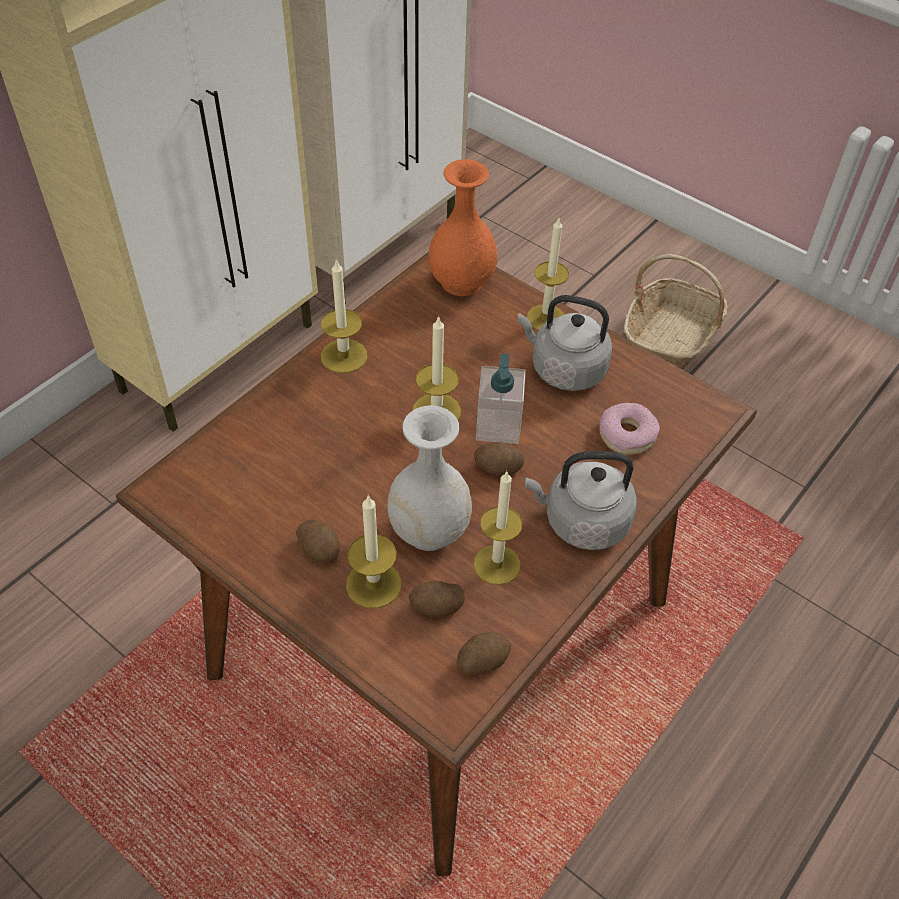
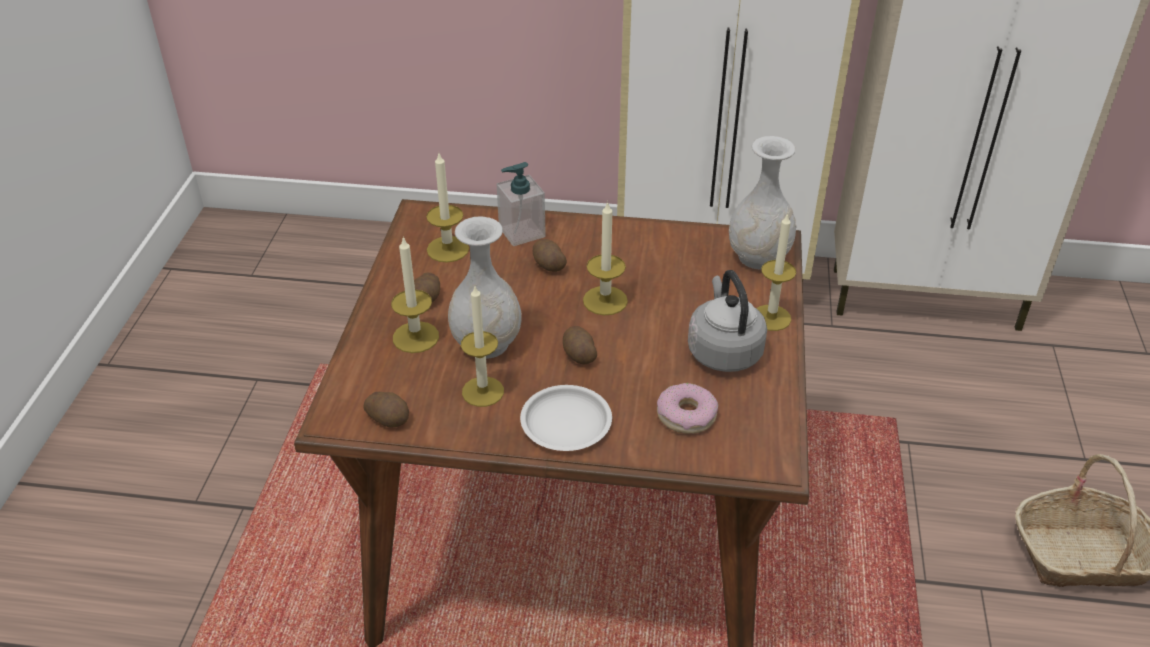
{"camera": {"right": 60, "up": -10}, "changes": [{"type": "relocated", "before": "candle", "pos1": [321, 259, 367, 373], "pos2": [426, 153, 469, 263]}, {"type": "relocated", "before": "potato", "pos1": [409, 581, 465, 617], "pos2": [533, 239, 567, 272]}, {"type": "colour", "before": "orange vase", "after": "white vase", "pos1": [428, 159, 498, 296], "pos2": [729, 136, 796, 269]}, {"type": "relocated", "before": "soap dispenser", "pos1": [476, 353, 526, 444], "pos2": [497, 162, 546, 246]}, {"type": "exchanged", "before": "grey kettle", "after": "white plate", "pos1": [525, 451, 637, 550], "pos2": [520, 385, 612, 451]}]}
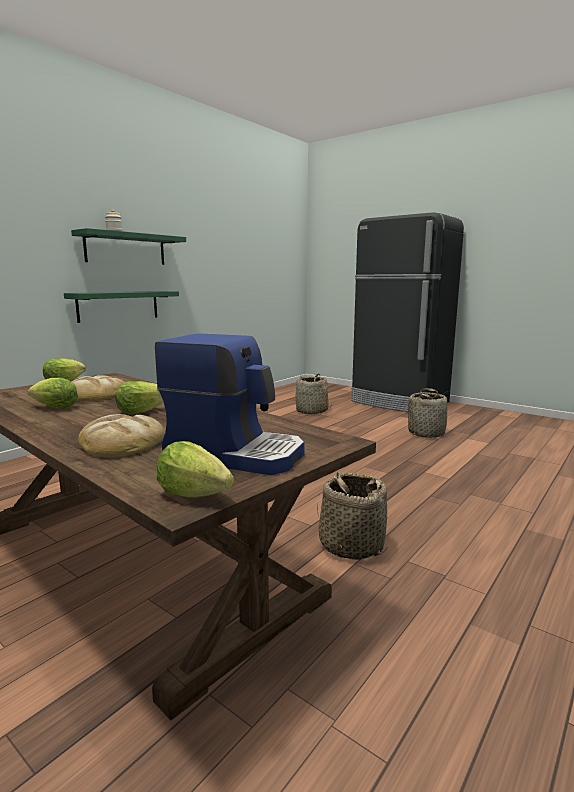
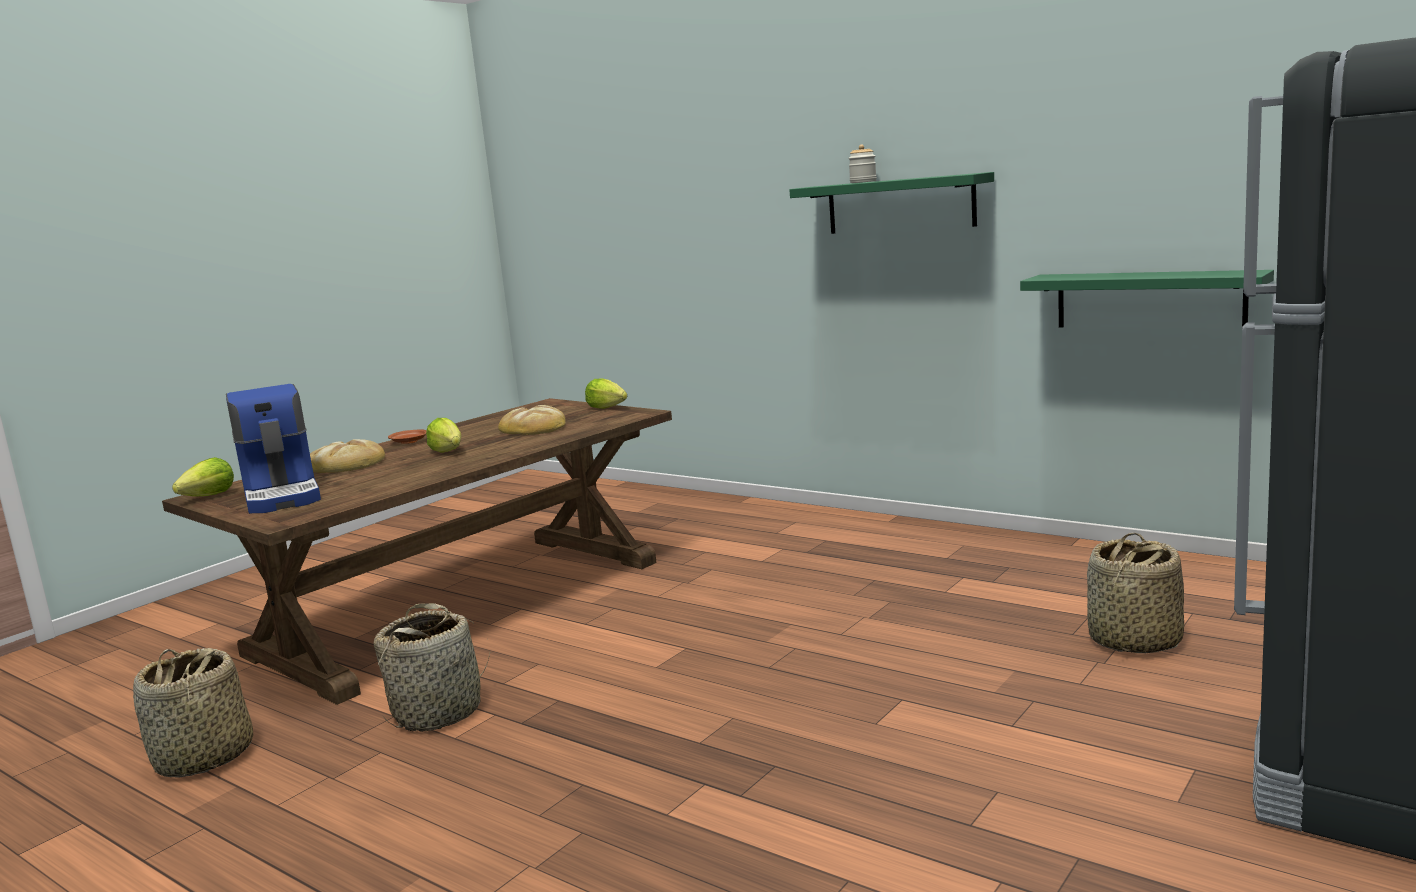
{"camera": {"right": 90, "up": 0}, "changes": [{"type": "missing", "before": "lettuce", "pos1": [28, 378, 78, 409]}, {"type": "relocated", "before": "green shelf", "pos1": [64, 291, 179, 323], "pos2": [1020, 270, 1274, 328]}, {"type": "spun", "before": "coffee machine", "pos1": [155, 333, 305, 475], "pos2": [226, 384, 321, 513], "turn": -45}, {"type": "relocated", "before": "basket", "pos1": [408, 388, 448, 438], "pos2": [133, 648, 253, 777]}, {"type": "appeared", "after": "brown plate", "pos2": [388, 429, 426, 444]}]}
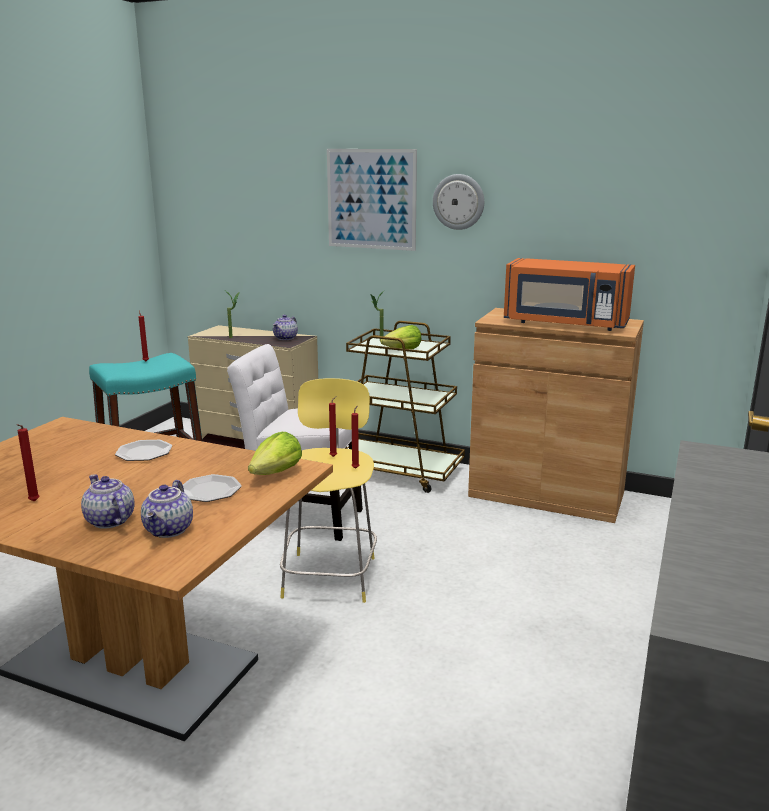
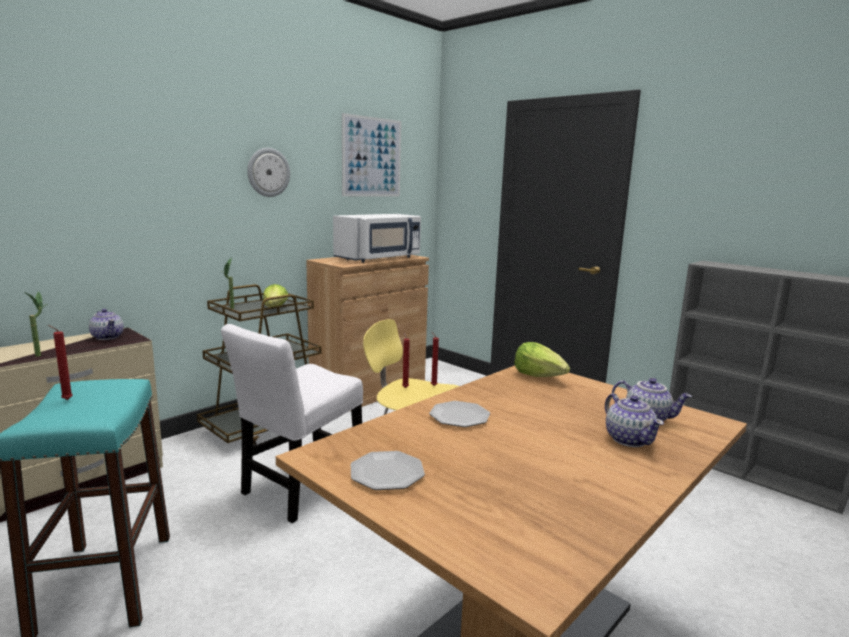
{"camera": {"right": -70, "up": -5}, "changes": [{"type": "missing", "before": "red candle", "pos1": [17, 424, 40, 502]}, {"type": "spun", "before": "teapot", "pos1": [81, 474, 135, 529], "pos2": [605, 393, 664, 447], "turn": -90}, {"type": "relocated", "before": "plate", "pos1": [183, 474, 242, 502], "pos2": [351, 451, 425, 490]}, {"type": "relocated", "before": "picture", "pos1": [327, 149, 417, 251], "pos2": [342, 113, 401, 196]}, {"type": "colour", "before": "orange microwave", "after": "white microwave", "pos1": [504, 258, 635, 331], "pos2": [333, 214, 421, 263]}]}
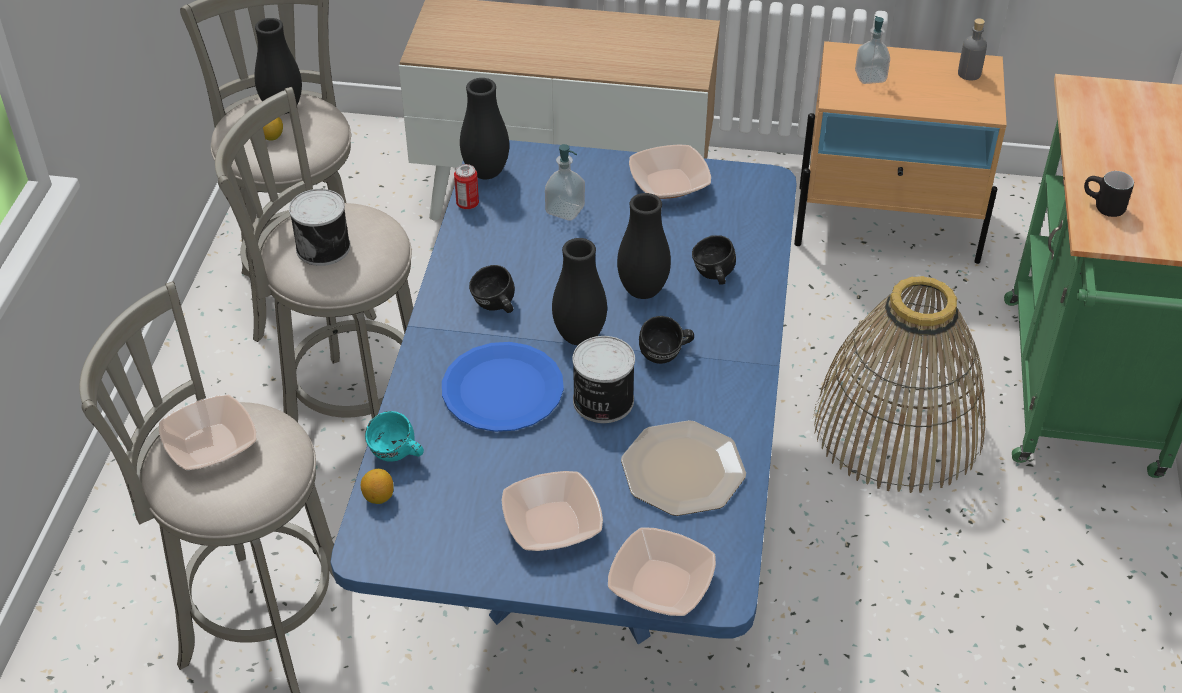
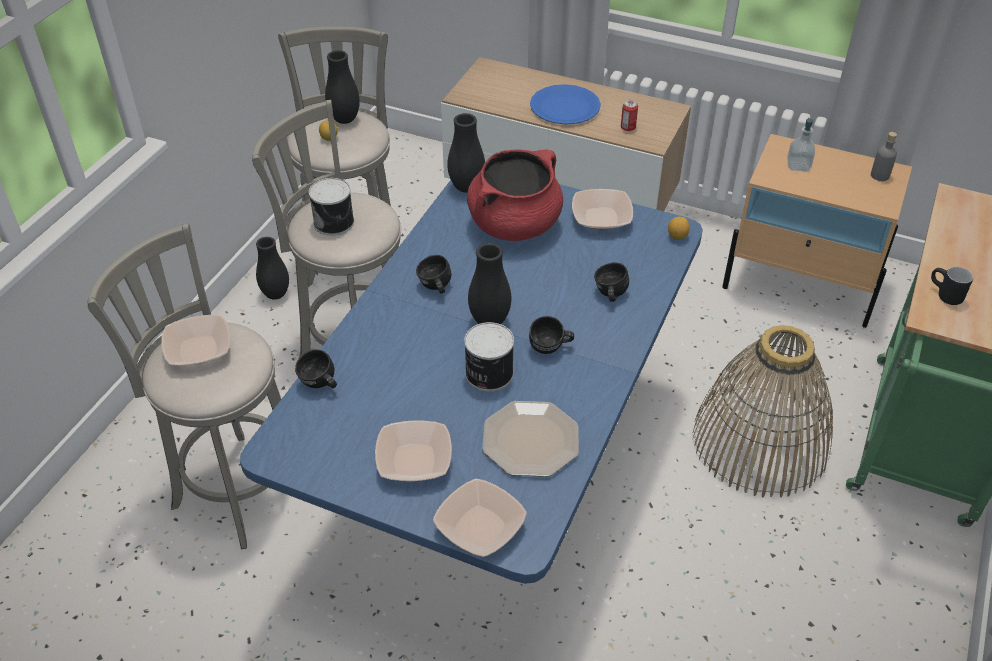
{"camera": {"right": 15, "up": 0}, "changes": [{"type": "relocated", "before": "lemon", "pos1": [361, 469, 394, 504], "pos2": [668, 217, 690, 240]}, {"type": "colour", "before": "turquoise mug", "after": "black mug", "pos1": [365, 411, 424, 462], "pos2": [295, 349, 337, 388]}, {"type": "relocated", "before": "blue plate", "pos1": [442, 342, 564, 432], "pos2": [530, 84, 601, 124]}, {"type": "relocated", "before": "can", "pos1": [454, 164, 479, 209], "pos2": [621, 100, 638, 131]}, {"type": "exchanged", "before": "soap dispenser", "after": "red cooking pot", "pos1": [545, 144, 585, 221], "pos2": [467, 149, 563, 241]}, {"type": "relocated", "before": "black vase", "pos1": [617, 193, 671, 299], "pos2": [256, 237, 289, 299]}]}
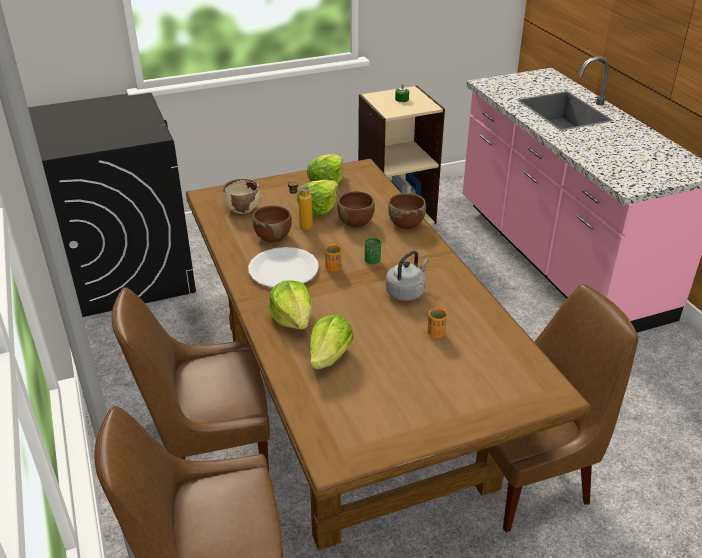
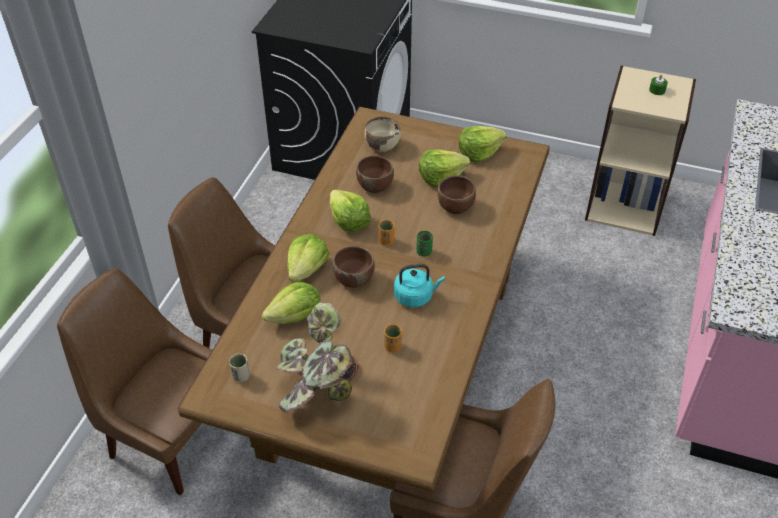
{"camera": {"right": 40, "up": 10}, "changes": [{"type": "exchanged", "before": "white plate", "after": "lettuce", "pos1": [248, 247, 319, 287], "pos2": [330, 189, 371, 232]}, {"type": "missing", "before": "bottle", "pos1": [288, 177, 313, 230]}, {"type": "colour", "before": "grey kettle", "after": "turquoise kettle", "pos1": [385, 250, 428, 301], "pos2": [394, 264, 445, 307]}, {"type": "relocated", "before": "brown bowl", "pos1": [388, 193, 426, 229], "pos2": [333, 246, 375, 288]}, {"type": "appeared", "after": "beige cup", "pos2": [229, 354, 250, 382]}, {"type": "appeared", "after": "potted plant", "pos2": [275, 302, 359, 413]}]}
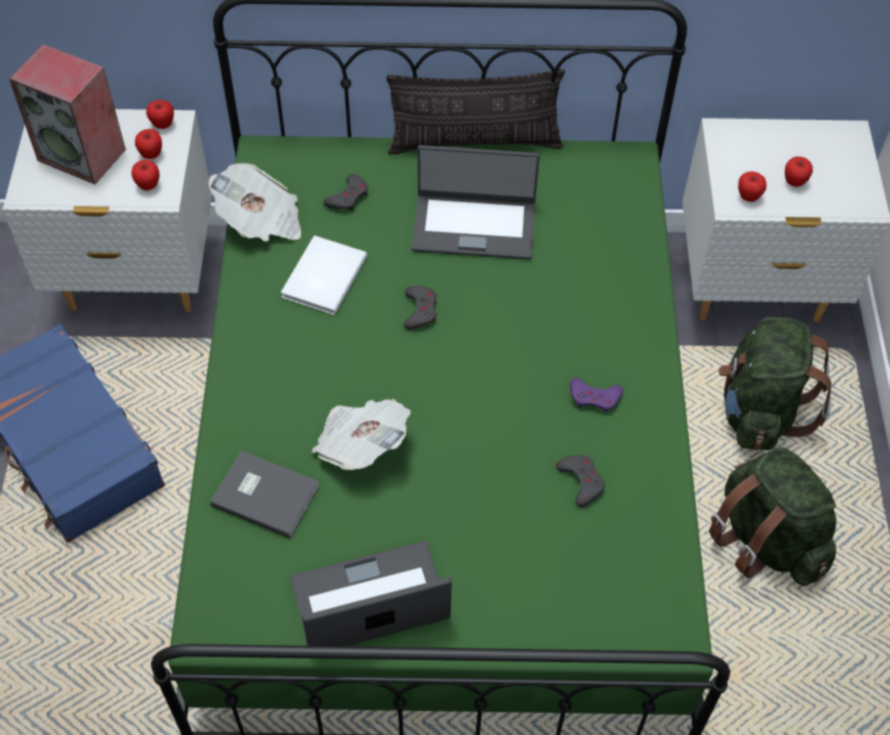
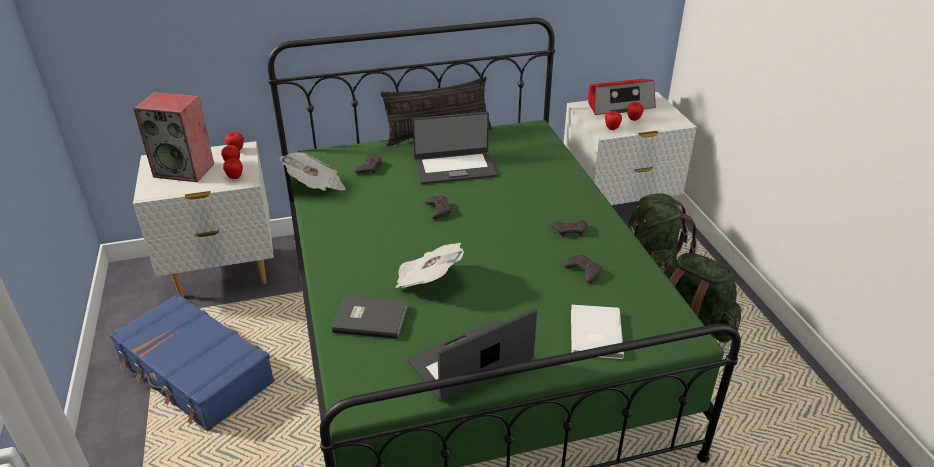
{"camera": {"right": -15, "up": -20}, "changes": [{"type": "relocated", "before": "white book", "pos1": [281, 235, 367, 315], "pos2": [571, 305, 624, 359]}, {"type": "colour", "before": "purple game controller", "after": "grey game controller", "pos1": [570, 378, 623, 413], "pos2": [551, 220, 587, 237]}, {"type": "appeared", "after": "radio", "pos2": [588, 79, 656, 115]}]}
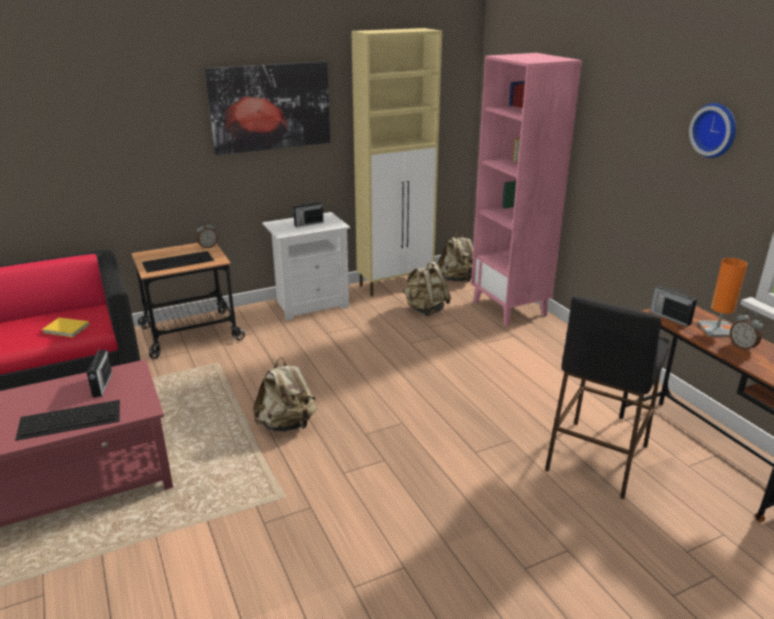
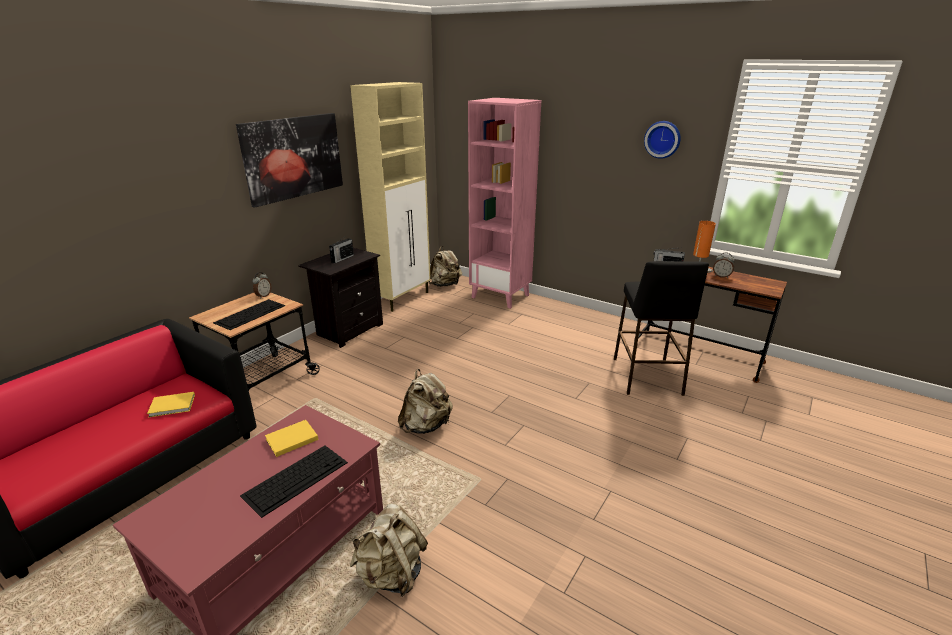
{"camera": {"right": -30, "up": 0}, "changes": [{"type": "exchanged", "before": "radio", "after": "yellow book", "pos1": [87, 349, 112, 397], "pos2": [265, 420, 318, 457]}, {"type": "colour", "before": "white nightstand", "after": "black nightstand", "pos1": [262, 212, 350, 321], "pos2": [298, 248, 383, 348]}, {"type": "relocated", "before": "beige backpack", "pos1": [403, 262, 451, 316], "pos2": [350, 503, 428, 597]}]}
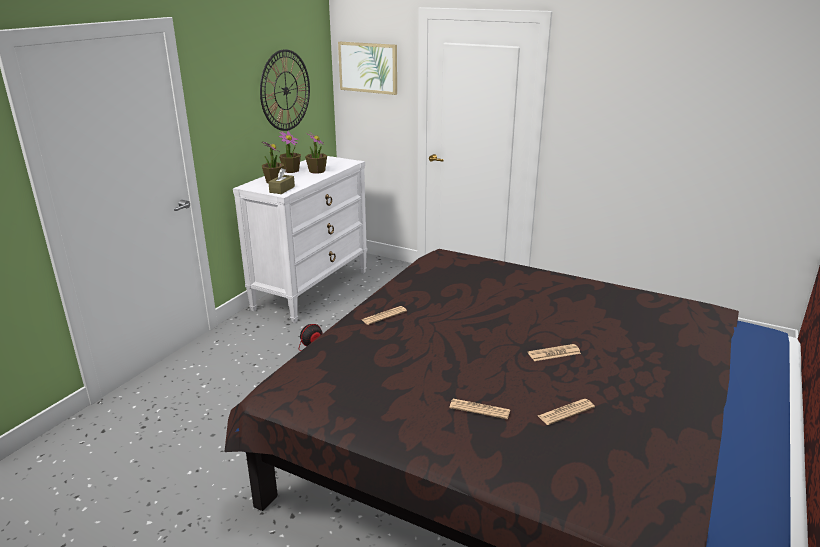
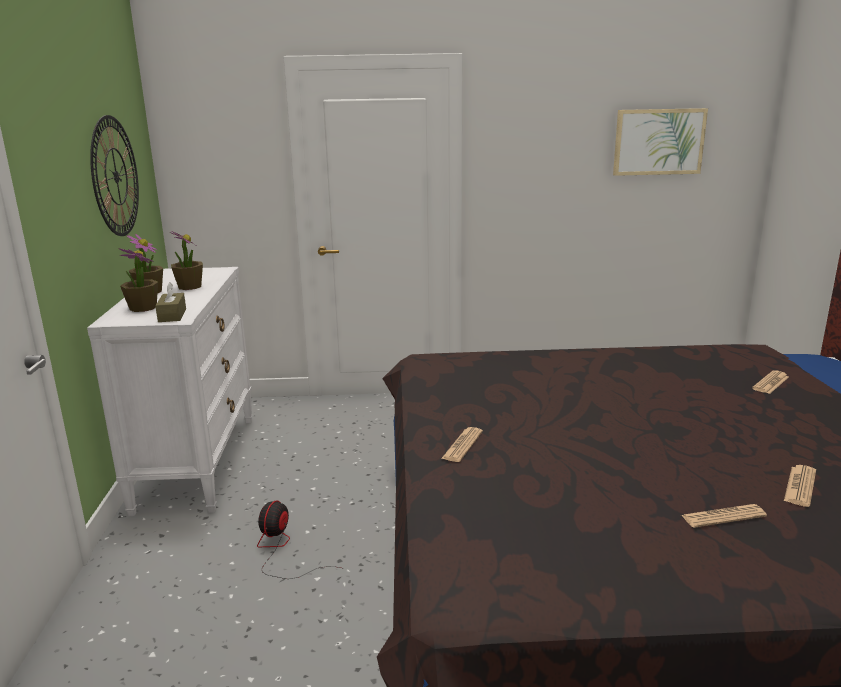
{"camera": {"right": -30, "up": -5}, "changes": [{"type": "relocated", "before": "picture", "pos1": [338, 42, 397, 95], "pos2": [613, 108, 708, 176]}, {"type": "relocated", "before": "newspaper", "pos1": [528, 344, 581, 361], "pos2": [752, 370, 789, 394]}]}
